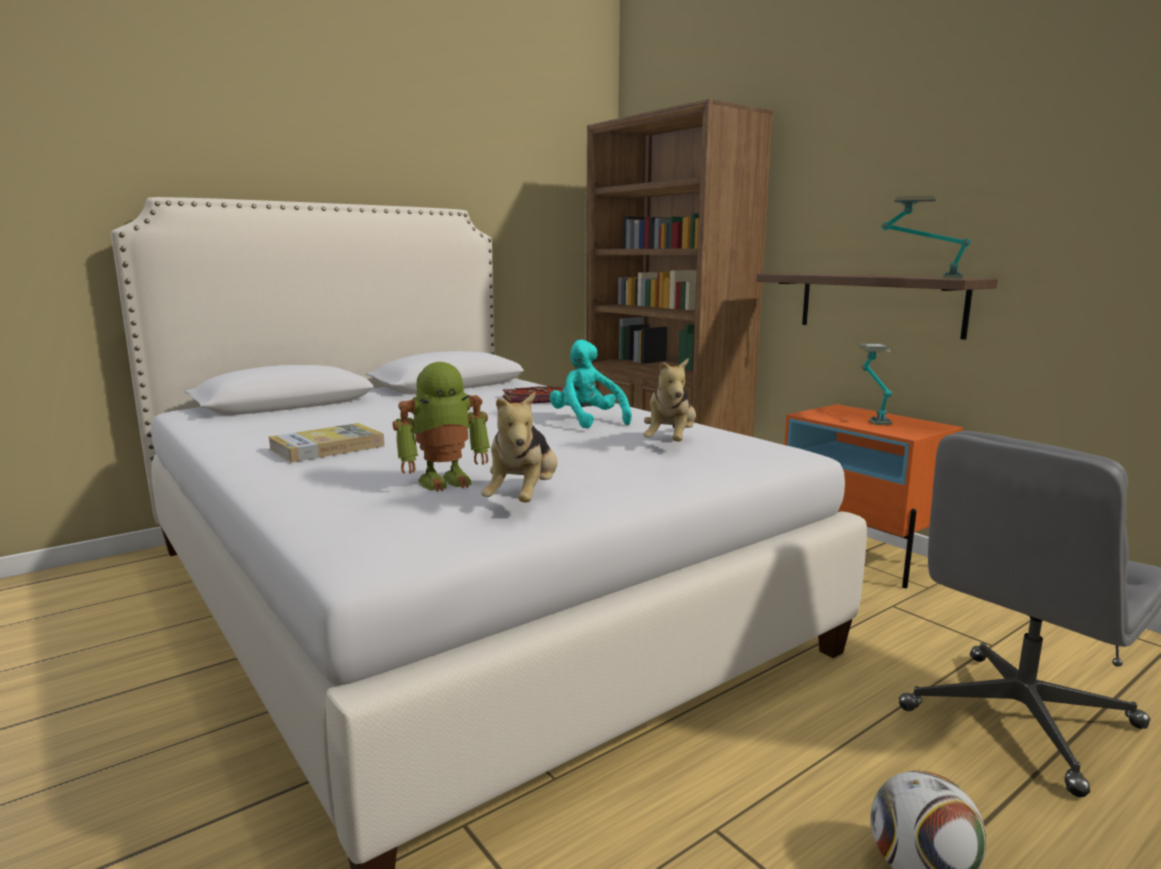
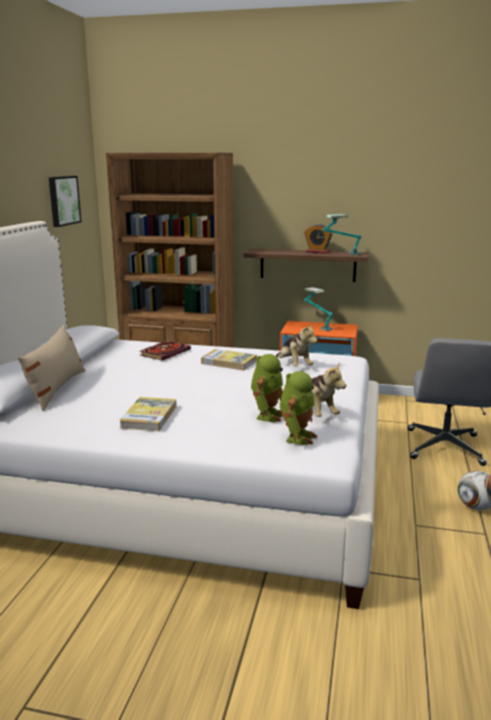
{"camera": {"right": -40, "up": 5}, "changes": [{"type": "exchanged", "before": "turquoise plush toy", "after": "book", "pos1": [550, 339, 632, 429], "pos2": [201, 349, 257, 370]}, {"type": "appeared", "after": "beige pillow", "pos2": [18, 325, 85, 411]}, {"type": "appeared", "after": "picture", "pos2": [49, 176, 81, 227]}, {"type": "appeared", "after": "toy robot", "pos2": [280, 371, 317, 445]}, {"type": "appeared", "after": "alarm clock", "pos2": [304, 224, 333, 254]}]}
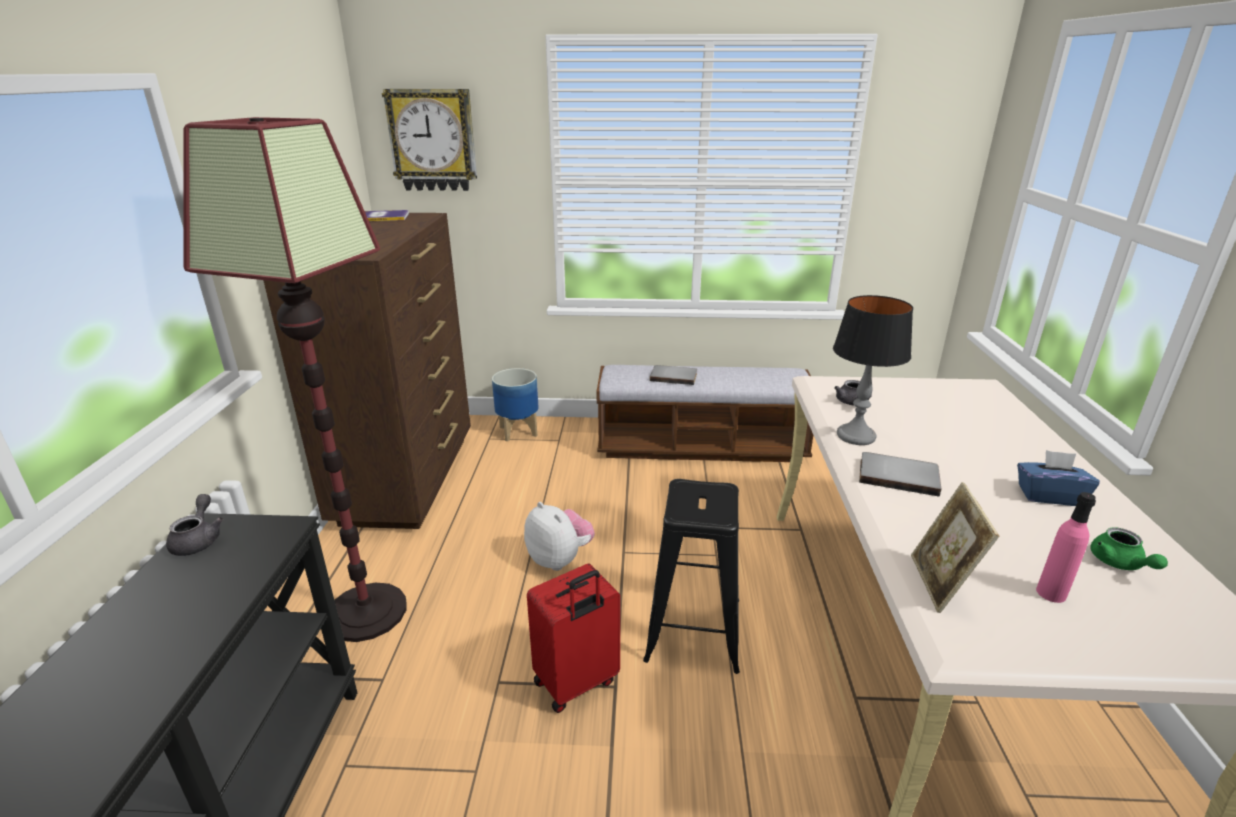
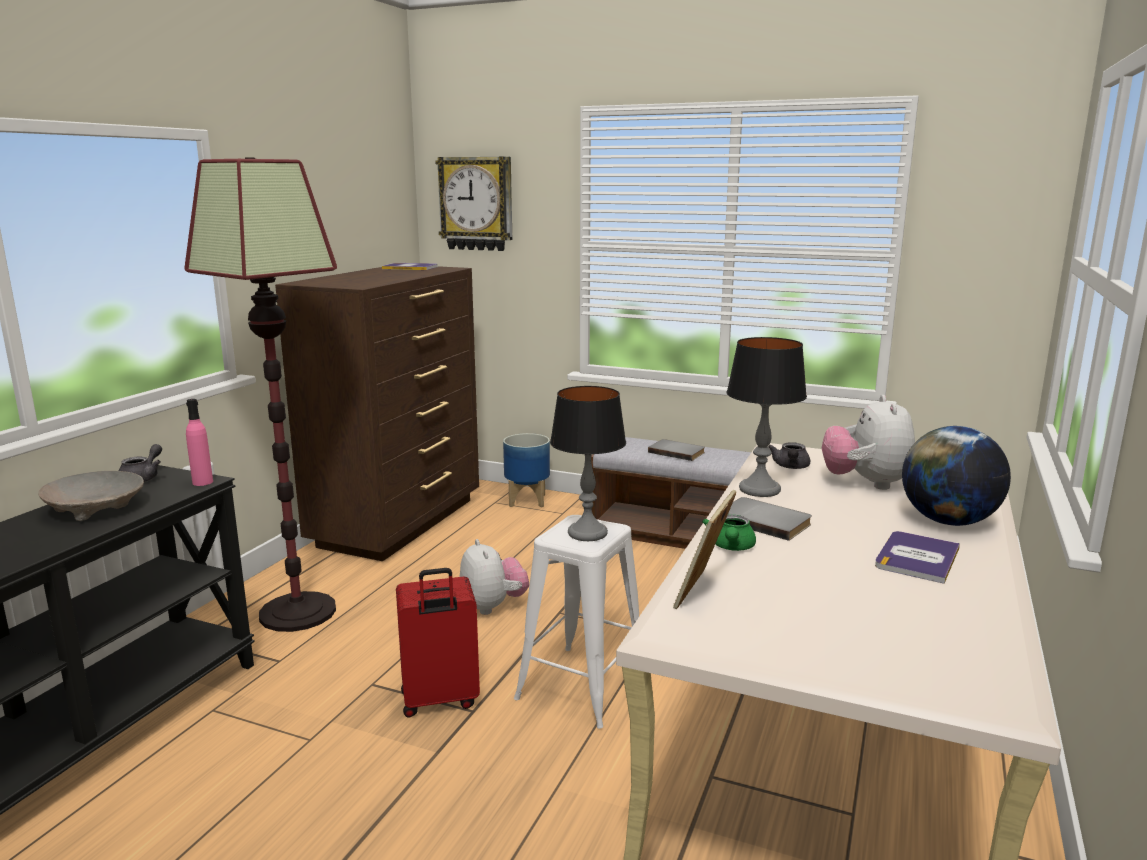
{"camera": {"right": 20, "up": -10}, "changes": [{"type": "colour", "before": "black stool", "after": "white stool", "pos1": [643, 479, 740, 674], "pos2": [514, 515, 639, 729]}, {"type": "exchanged", "before": "blue tissue box", "after": "book", "pos1": [1017, 450, 1100, 506], "pos2": [875, 531, 960, 584]}, {"type": "relocated", "before": "pink bottle", "pos1": [1036, 492, 1096, 603], "pos2": [186, 399, 213, 486]}, {"type": "relocated", "before": "green teapot", "pos1": [1090, 527, 1168, 570], "pos2": [702, 515, 756, 551]}, {"type": "appeared", "after": "beige bowl", "pos2": [38, 471, 144, 521]}, {"type": "appeared", "after": "table lamp", "pos2": [550, 386, 626, 541]}, {"type": "appeared", "after": "plush toy", "pos2": [822, 395, 915, 490]}, {"type": "appeared", "after": "globe", "pos2": [902, 426, 1011, 526]}]}
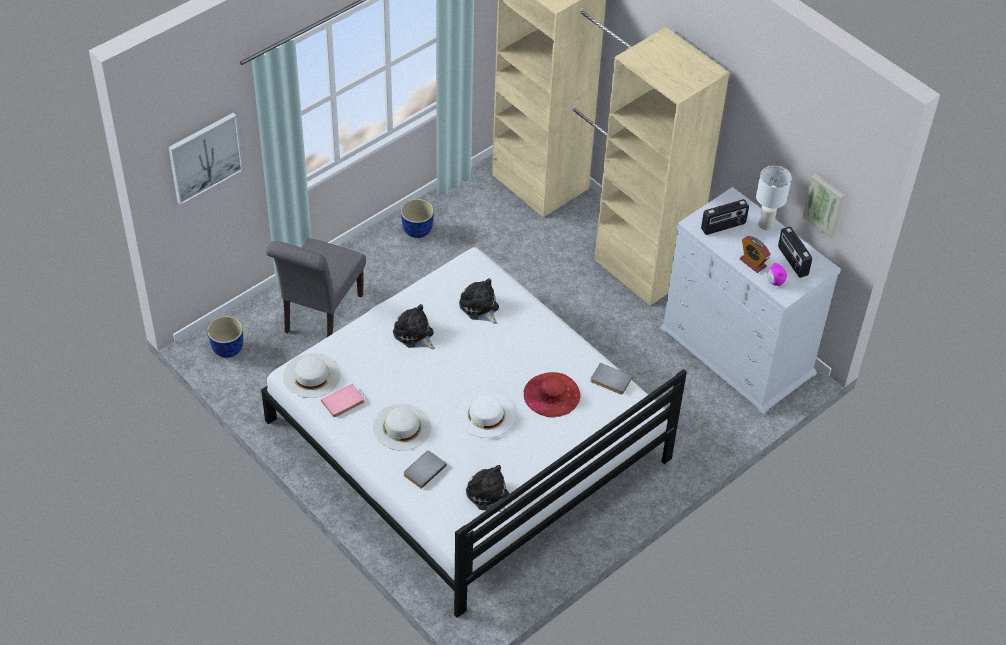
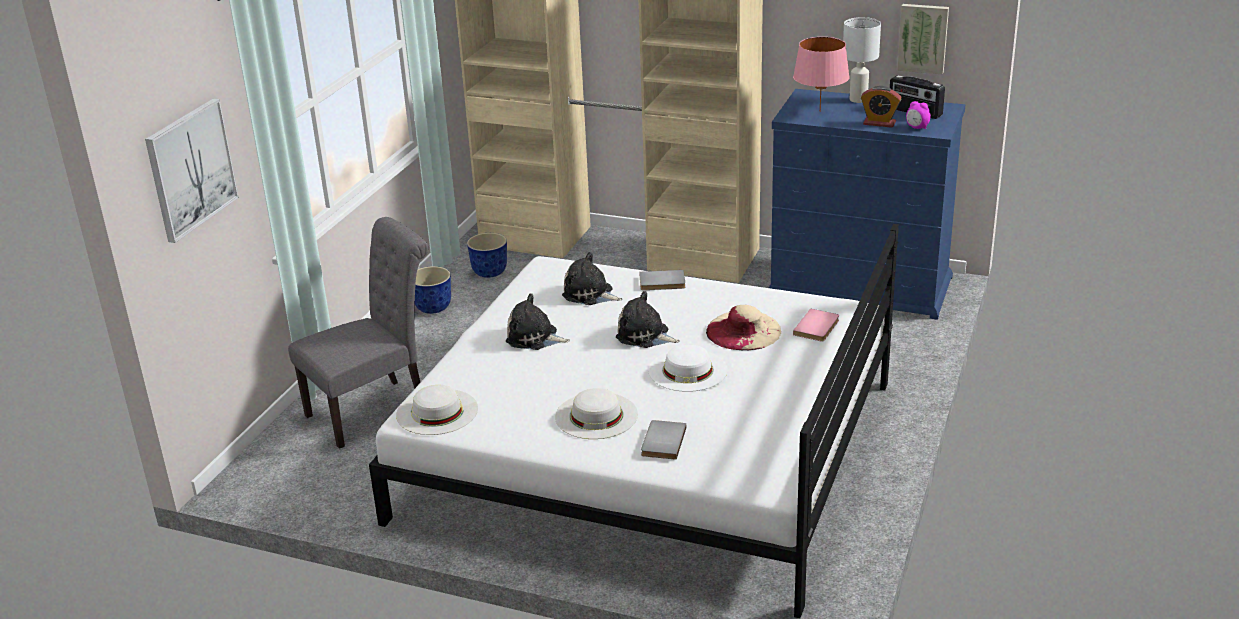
{"camera": {"right": -25, "up": -20}, "changes": [{"type": "relocated", "before": "planter", "pos1": [207, 316, 243, 358], "pos2": [467, 233, 507, 278]}, {"type": "spun", "before": "grey chair", "pos1": [266, 238, 366, 337], "pos2": [288, 217, 428, 449], "turn": -120}, {"type": "relocated", "before": "pink book", "pos1": [321, 384, 364, 417], "pos2": [793, 309, 839, 342]}, {"type": "relocated", "before": "plush toy", "pos1": [466, 465, 509, 512], "pos2": [616, 291, 680, 348]}, {"type": "colour", "before": "red hat", "after": "beige hat", "pos1": [524, 372, 581, 418], "pos2": [706, 305, 781, 350]}, {"type": "relocated", "before": "grey book", "pos1": [591, 363, 633, 394], "pos2": [639, 270, 685, 290]}, {"type": "colour", "before": "white dresser", "after": "blue dresser", "pos1": [660, 187, 841, 414], "pos2": [769, 89, 966, 320]}, {"type": "exchanged", "before": "radio", "after": "pink table lamp", "pos1": [701, 199, 749, 235], "pos2": [793, 37, 850, 112]}]}
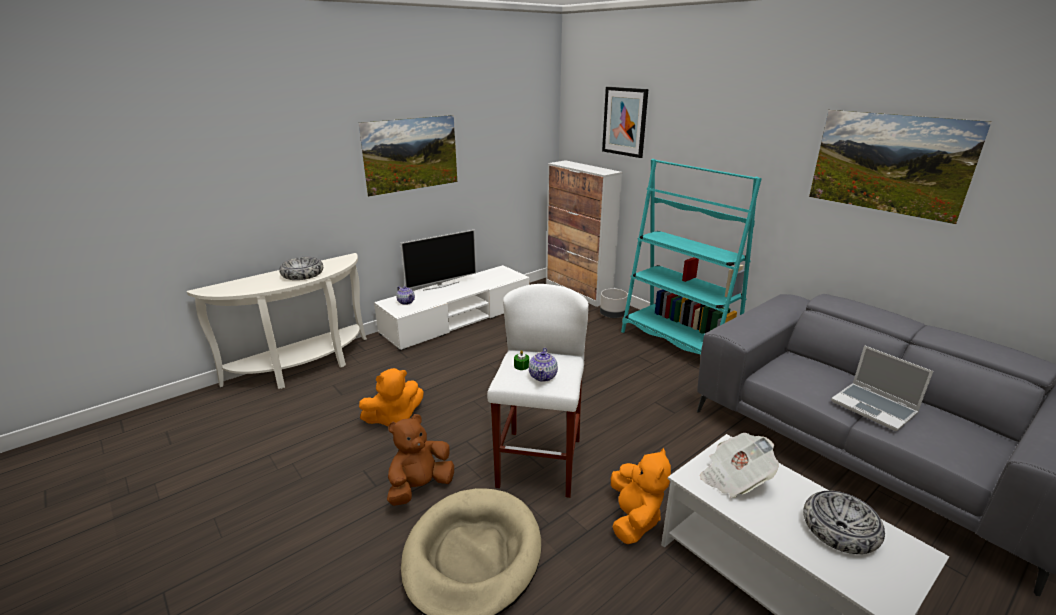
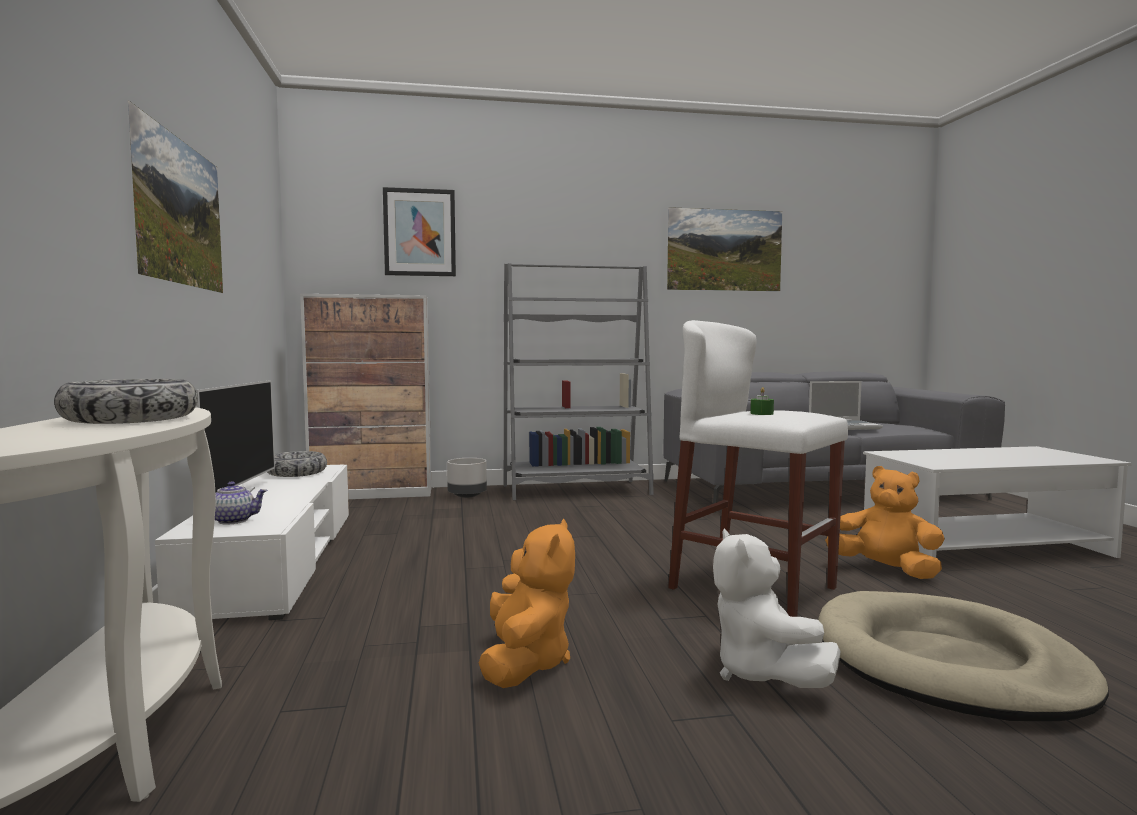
{"camera": {"right": -60, "up": -20}, "changes": [{"type": "colour", "before": "brown plush toy", "after": "white plush toy", "pos1": [387, 414, 454, 506], "pos2": [713, 529, 841, 688]}, {"type": "missing", "before": "teapot", "pos1": [529, 348, 558, 382]}, {"type": "colour", "before": "turquoise bookcase", "after": "grey bookcase", "pos1": [621, 159, 762, 355], "pos2": [503, 263, 654, 501]}, {"type": "missing", "before": "newspaper", "pos1": [700, 433, 779, 498]}, {"type": "relocated", "before": "bowl", "pos1": [803, 490, 885, 554], "pos2": [267, 451, 327, 477]}]}
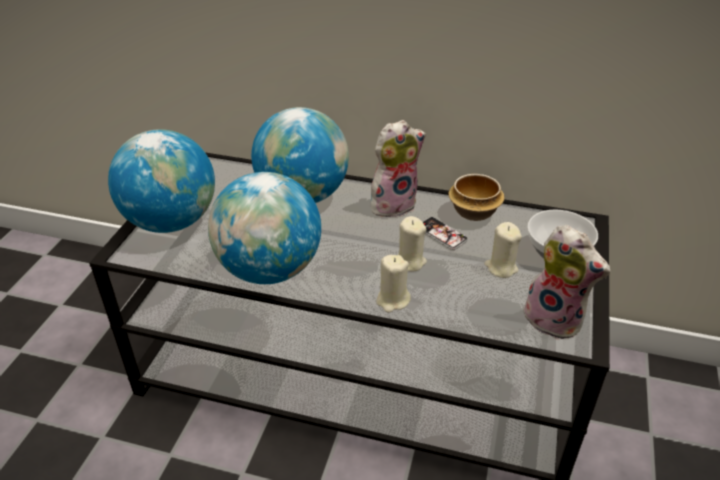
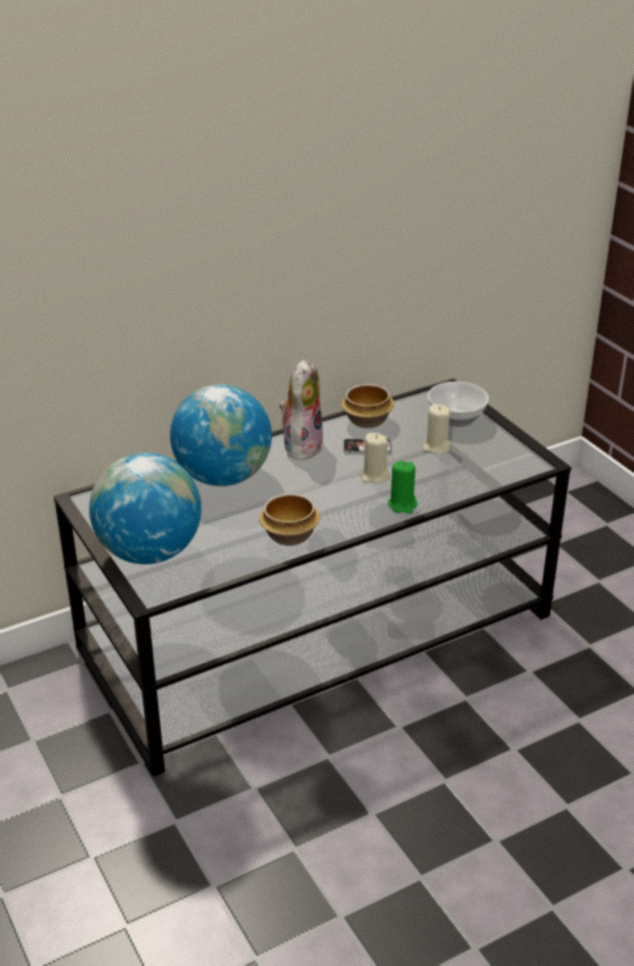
{"camera": {"right": -45, "up": -5}, "changes": [{"type": "exchanged", "before": "globe", "after": "bowl", "pos1": [208, 172, 321, 284], "pos2": [259, 494, 320, 546]}, {"type": "colour", "before": "beige candle", "after": "green candle", "pos1": [376, 255, 411, 313], "pos2": [388, 461, 417, 514]}, {"type": "missing", "before": "plush toy", "pos1": [523, 225, 610, 340]}]}
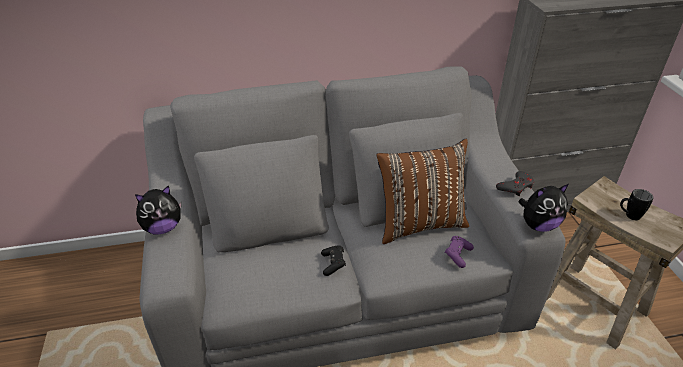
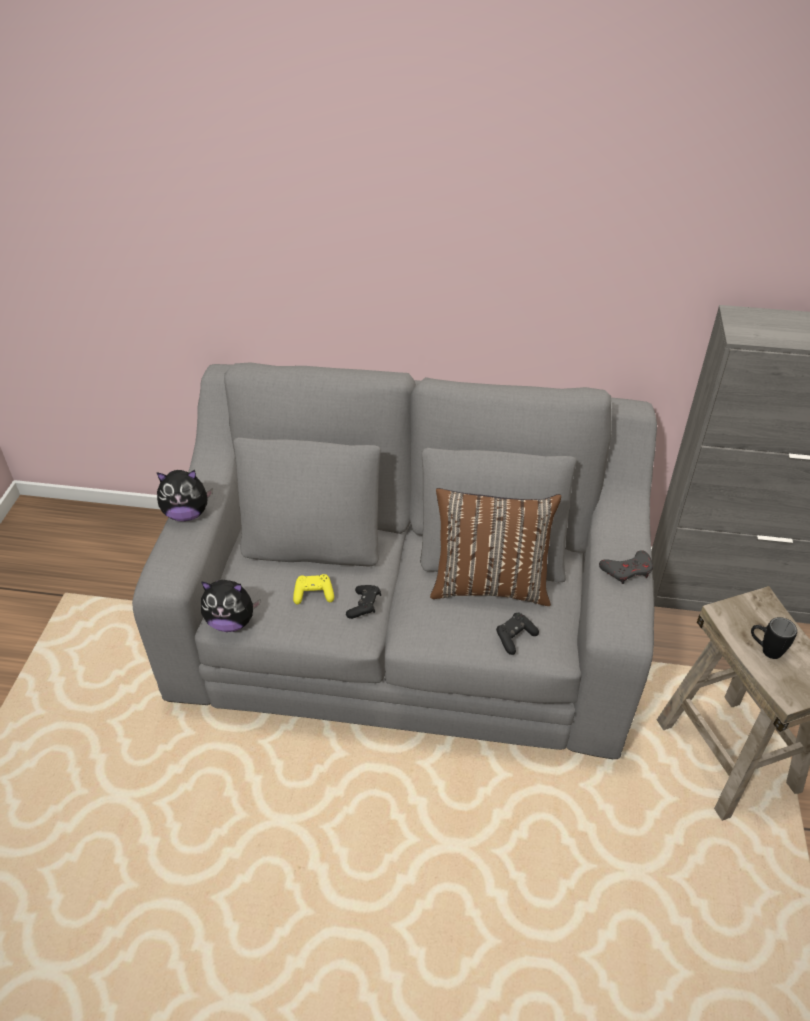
{"camera": {"right": 20, "up": 5}, "changes": [{"type": "colour", "before": "purple game controller", "after": "black game controller", "pos1": [445, 236, 474, 268], "pos2": [496, 613, 539, 655]}, {"type": "relocated", "before": "plush toy", "pos1": [518, 184, 568, 232], "pos2": [201, 580, 261, 632]}, {"type": "appeared", "after": "yellow game controller", "pos2": [293, 574, 334, 604]}]}
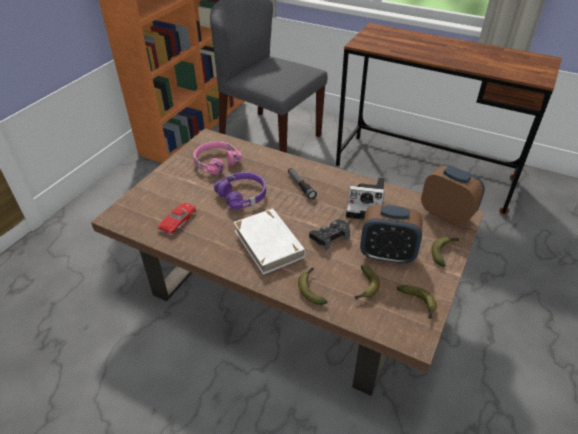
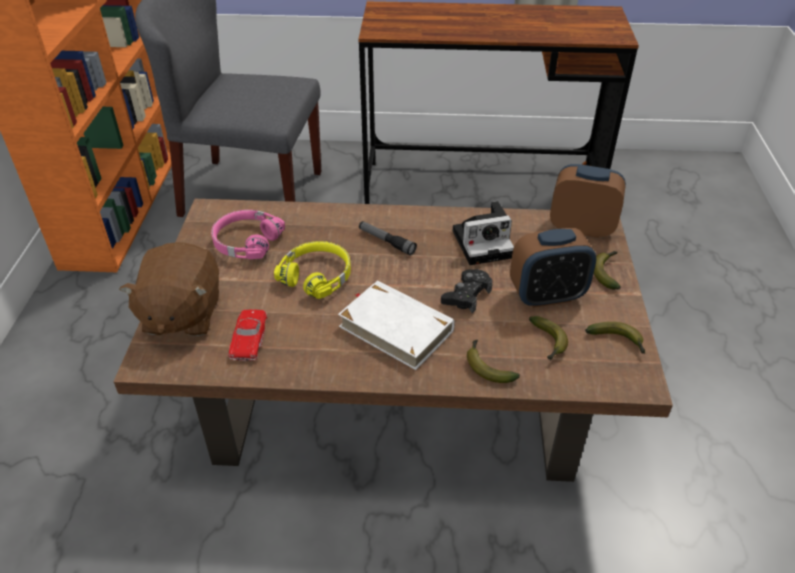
{"camera": {"right": -25, "up": 0}, "changes": [{"type": "colour", "before": "purple headphones", "after": "yellow headphones", "pos1": [214, 172, 266, 210], "pos2": [274, 241, 351, 299]}, {"type": "appeared", "after": "brown plush toy", "pos2": [119, 242, 219, 336]}]}
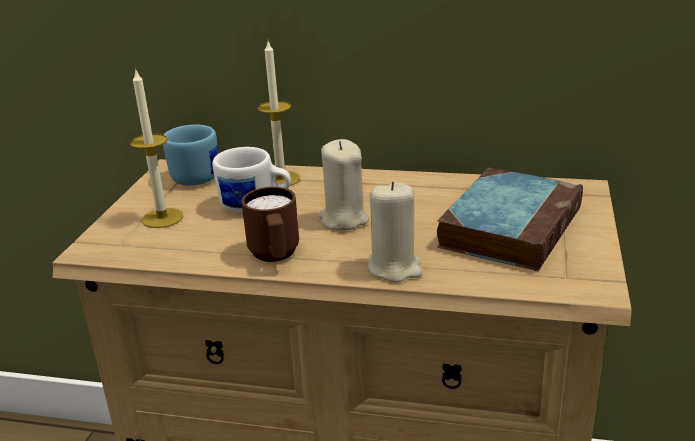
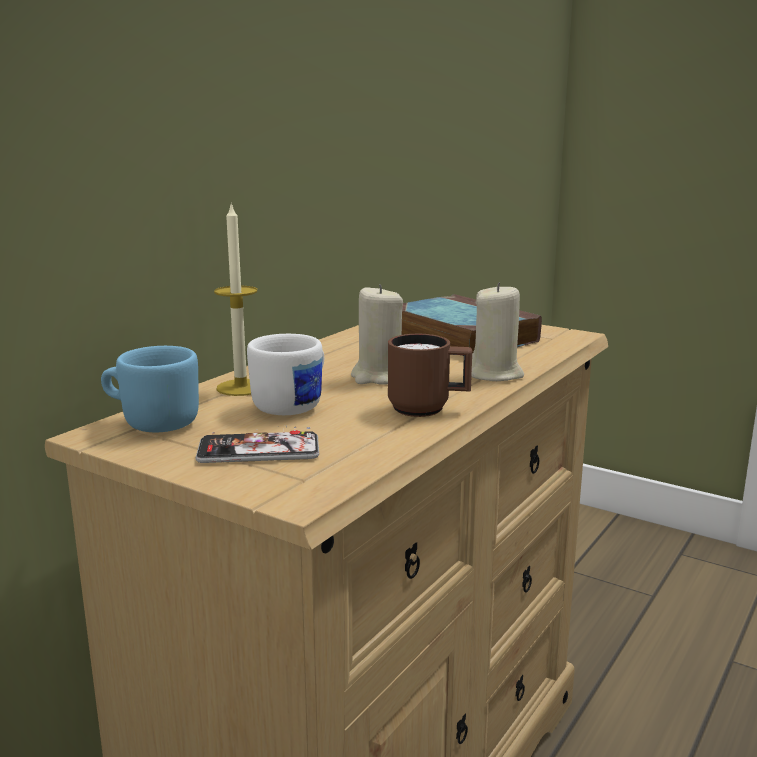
{"camera": {"right": -70, "up": -10}, "changes": [{"type": "exchanged", "before": "candle", "after": "phone", "pos1": [130, 68, 183, 228], "pos2": [195, 426, 319, 463]}]}
